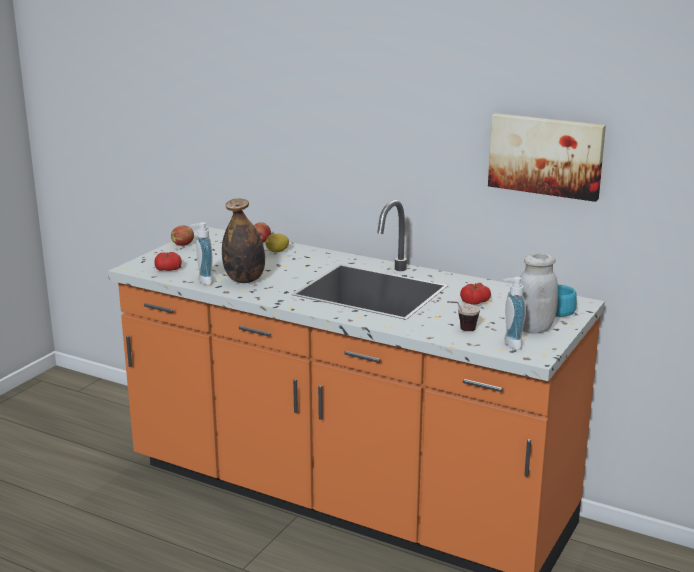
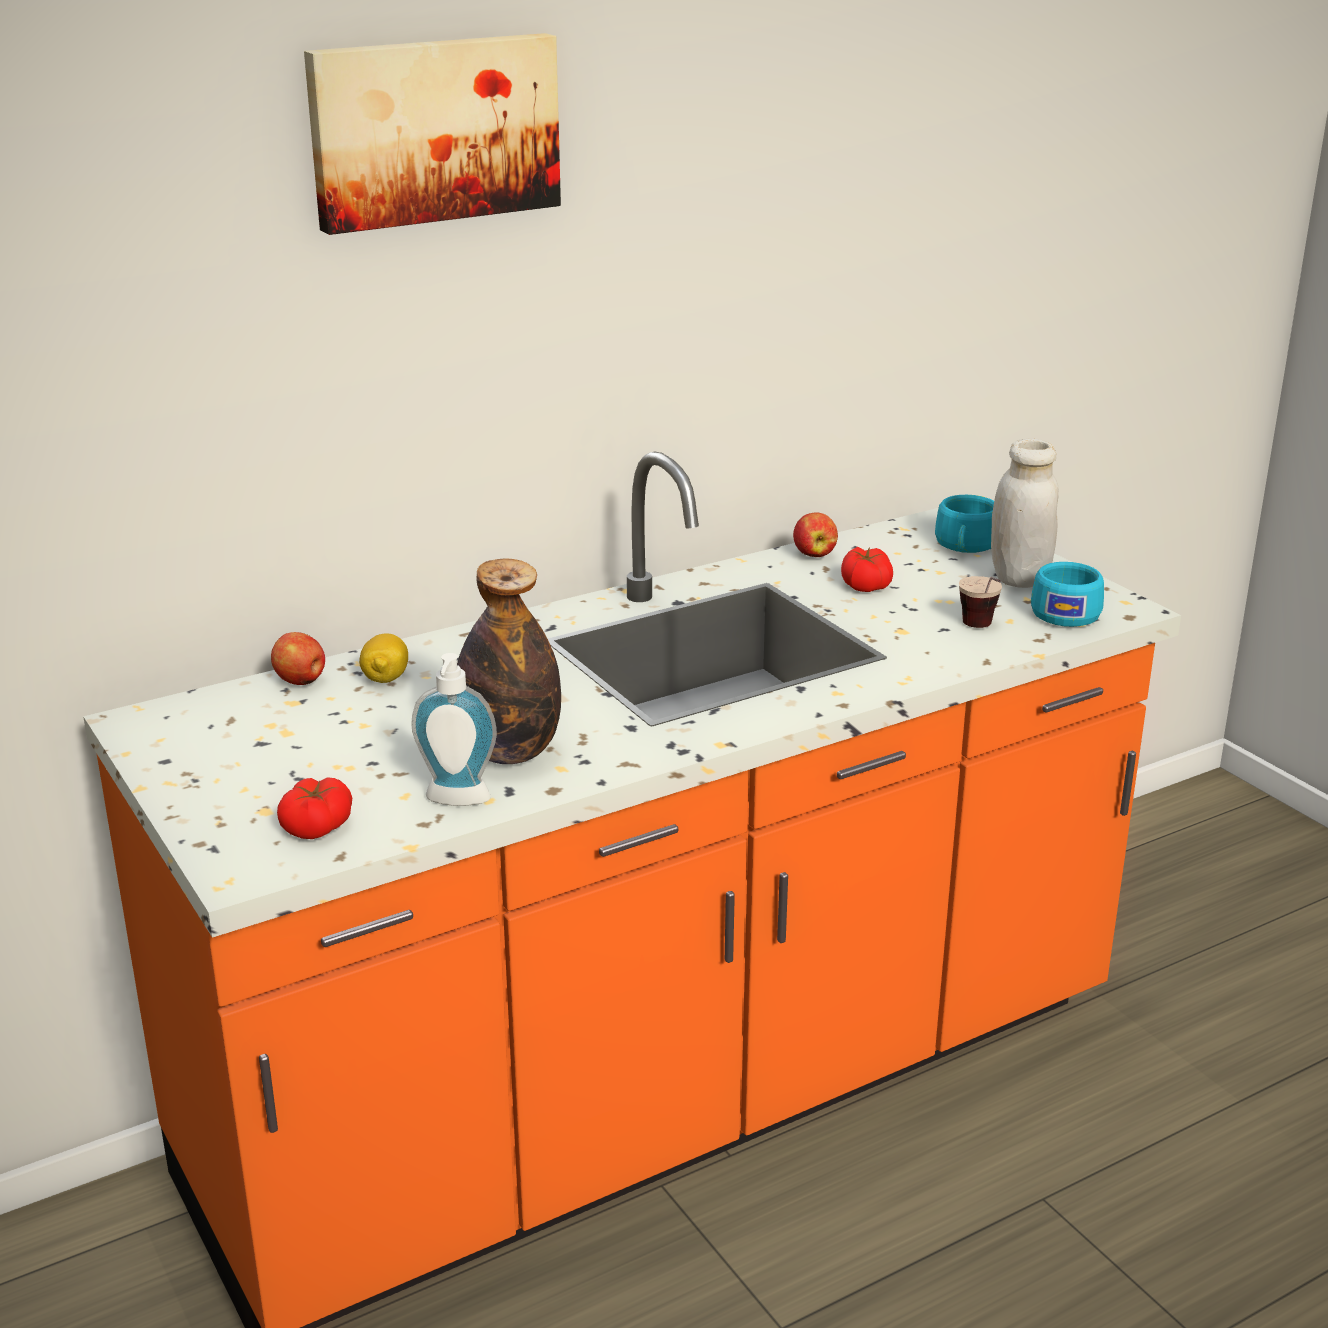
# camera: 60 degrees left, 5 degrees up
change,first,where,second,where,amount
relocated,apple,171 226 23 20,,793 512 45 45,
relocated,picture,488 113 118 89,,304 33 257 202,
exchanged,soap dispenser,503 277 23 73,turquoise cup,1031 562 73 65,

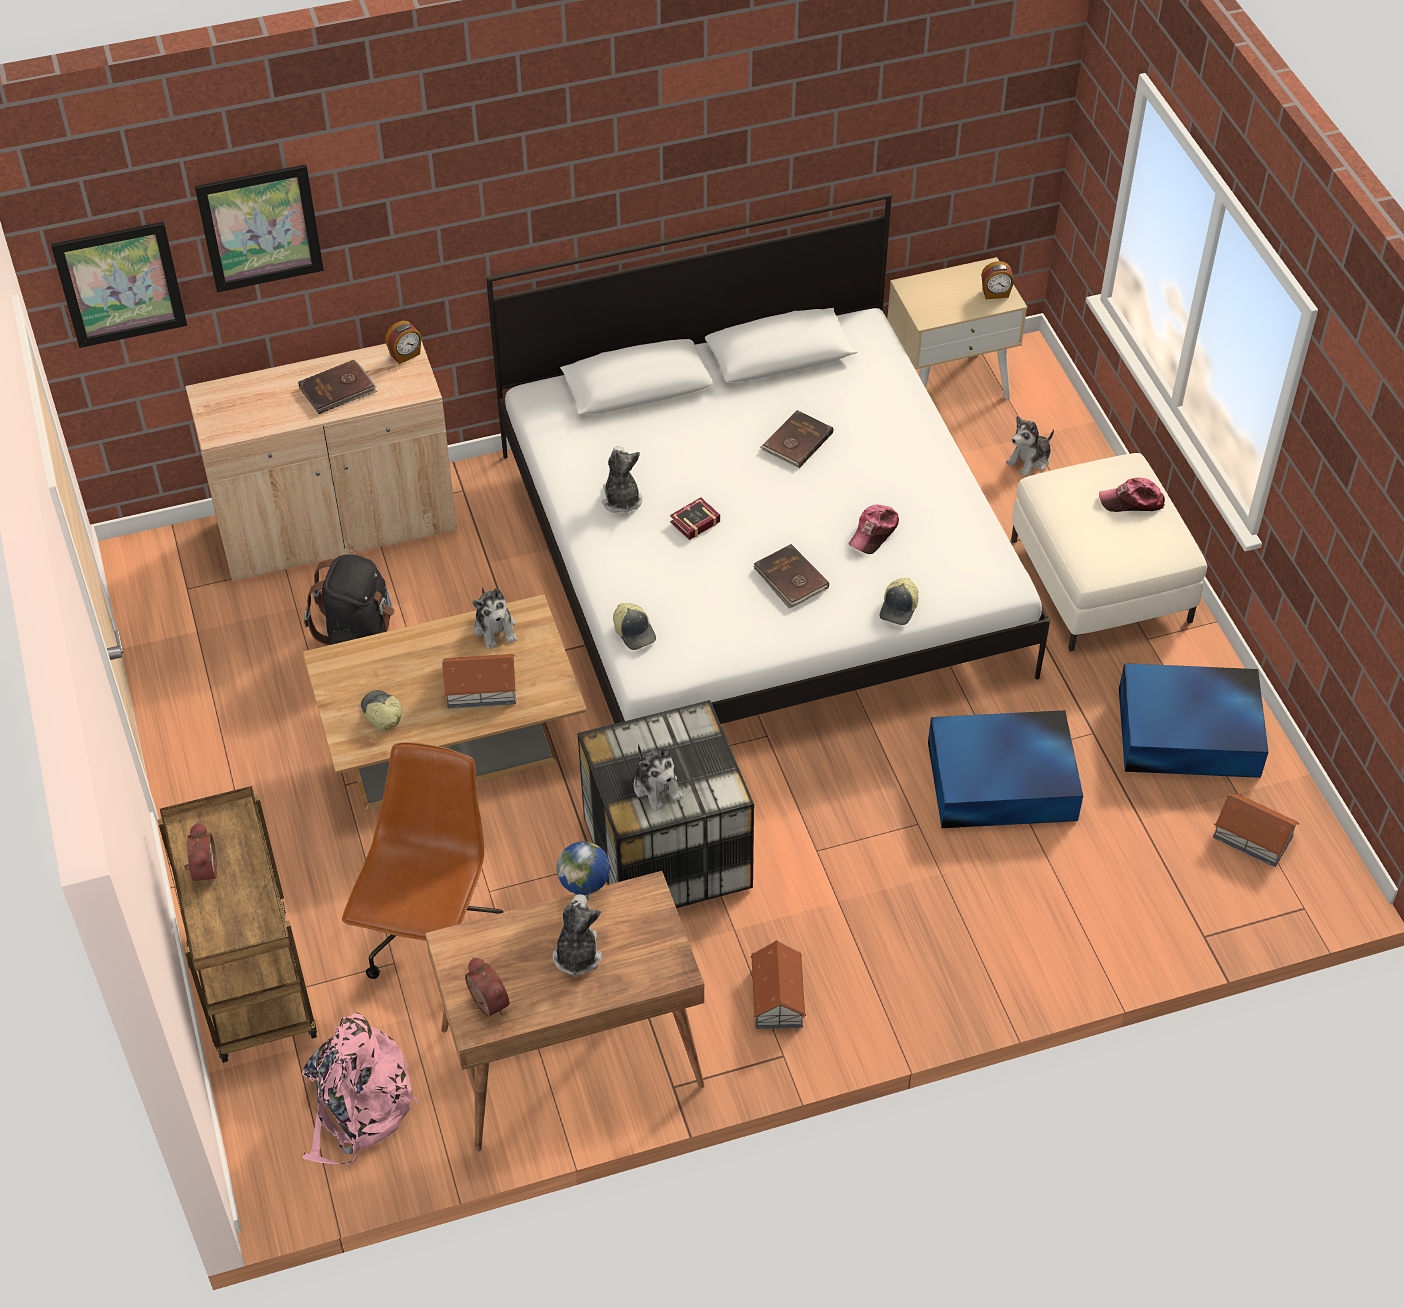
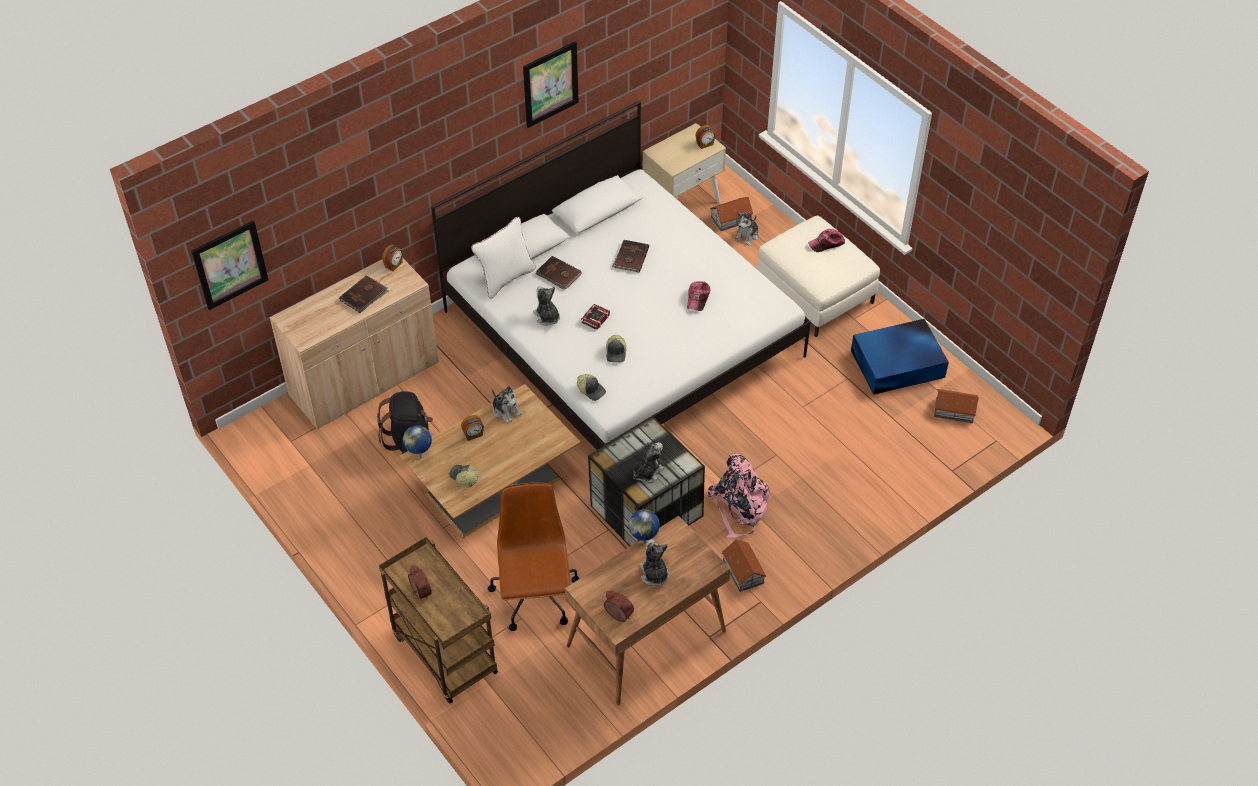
# camera: 20 degrees left, 0 degrees up
change,first,where,second,where,amount
missing,blue storage box,928 710 155 118,,,
appeared,,,globe,403 425 29 34,
appeared,,,alarm clock,461 415 23 26,
appeared,,,white pillow,471 217 65 81,
relocated,picture,195 164 129 128,,523 41 56 87,
relocated,pink backpack,302 1012 116 153,,707 454 66 84,
relocated,toy house,442 654 74 55,,710 197 43 34,
relocated,brown book,753 544 76 64,,536 256 45 34,
relocated,cap,880 578 38 47,,606 335 20 27,
spun,plush toy,633 744 50 67,,633 442 31 41,90 degrees counterclockwise

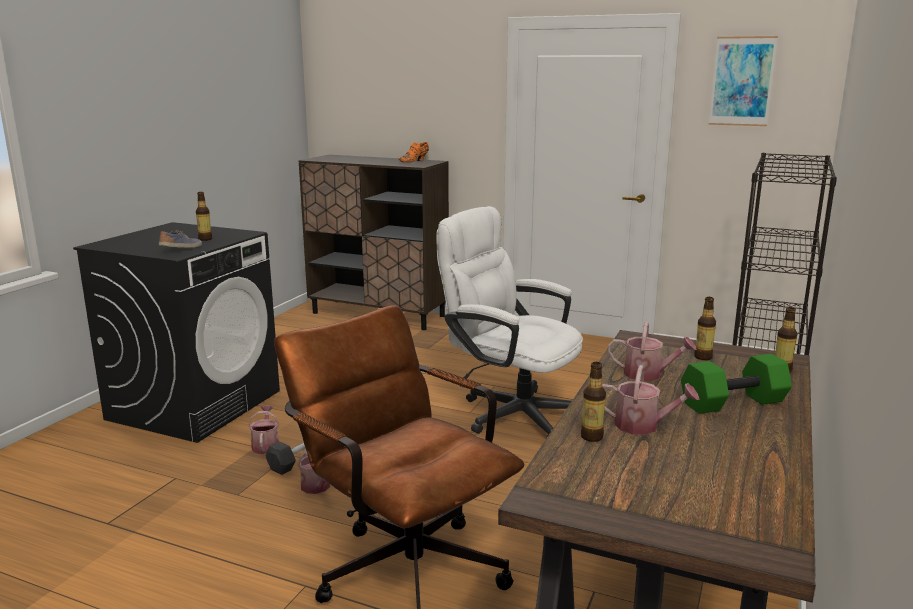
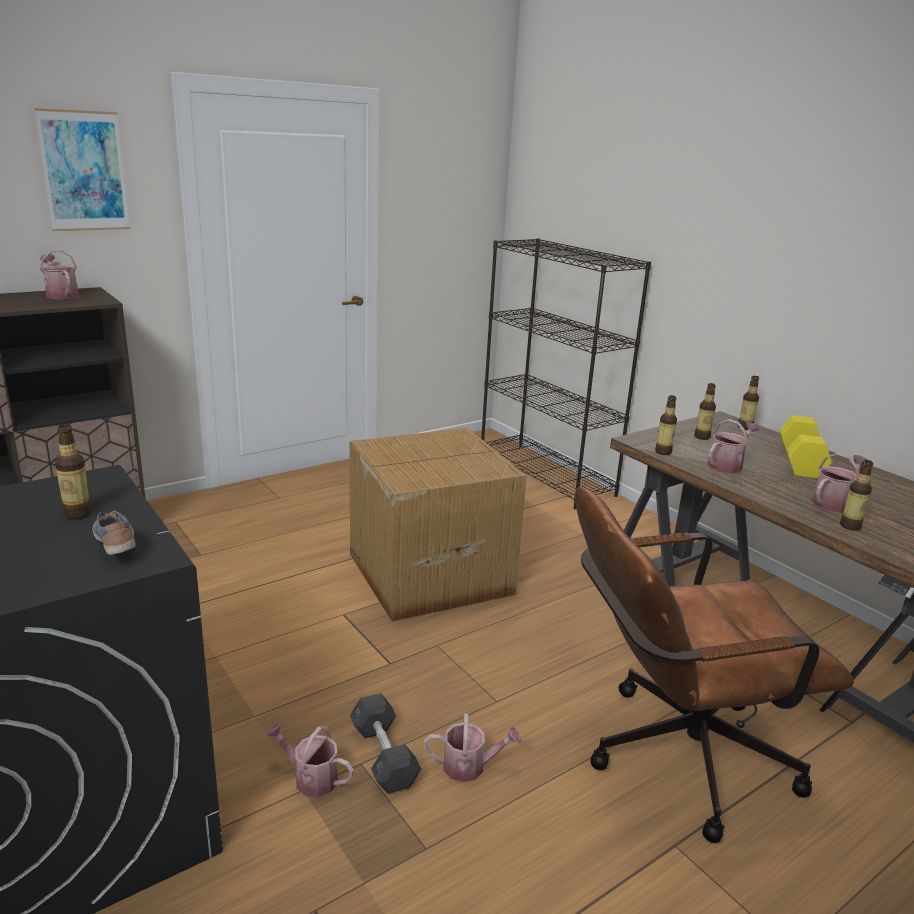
# camera: 60 degrees left, 5 degrees up
change,first,where,second,where,amount
appeared,,,bottle,655 395 22 60,
relocated,picture,709 36 69 90,,34 108 96 123,
exchanged,orange shoe,399 142 30 21,watering can,40 250 39 49,
exchanged,white office chair,436 206 147 231,cardboard box,349 428 178 194,
colour,green dumbbell,681 354 111 60,yellow dumbbell,779 415 53 63,

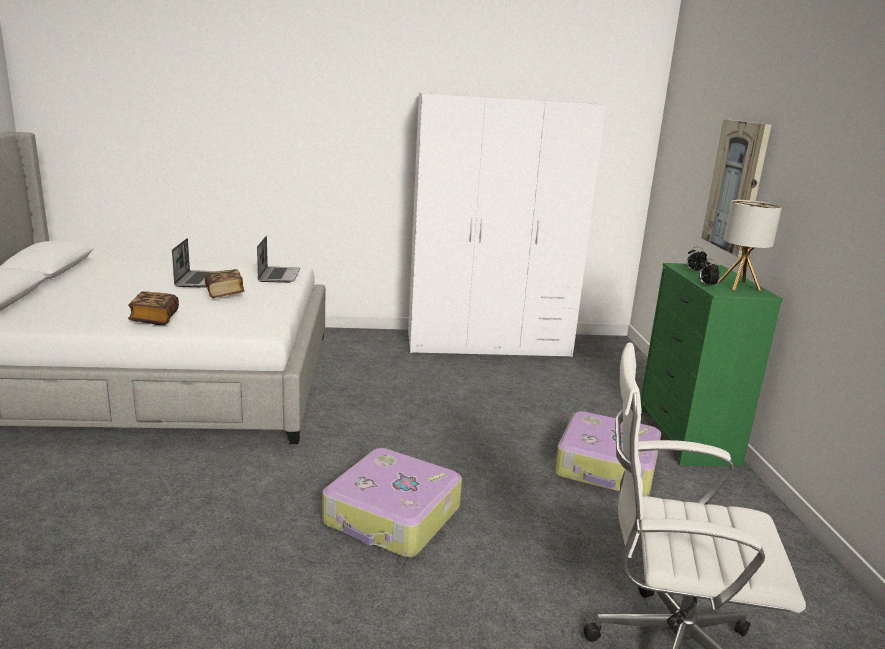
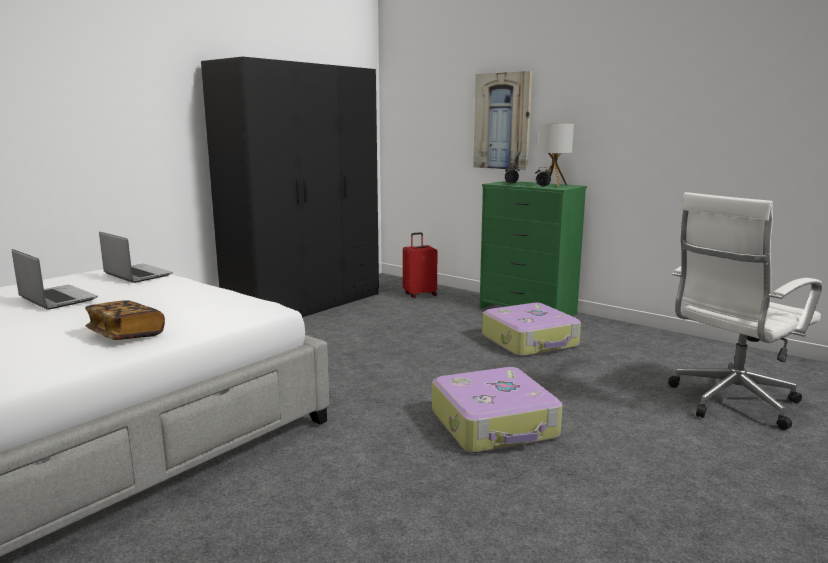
# camera: 45 degrees left, 5 degrees down
change,first,where,second,where,amount
missing,book,205 269 39 29,,,
appeared,,,red suitcase,403 232 34 66,
colour,white wardrobe,408 92 198 265,black wardrobe,201 57 178 260,

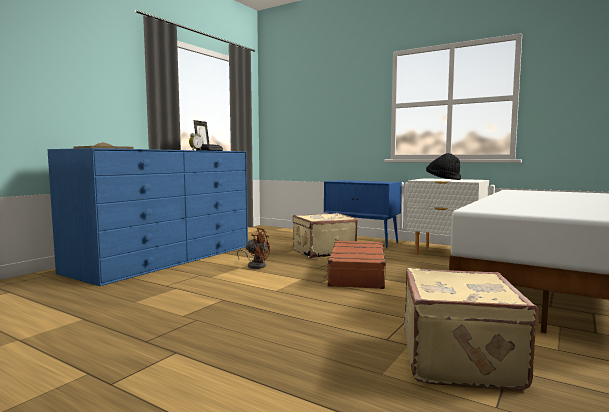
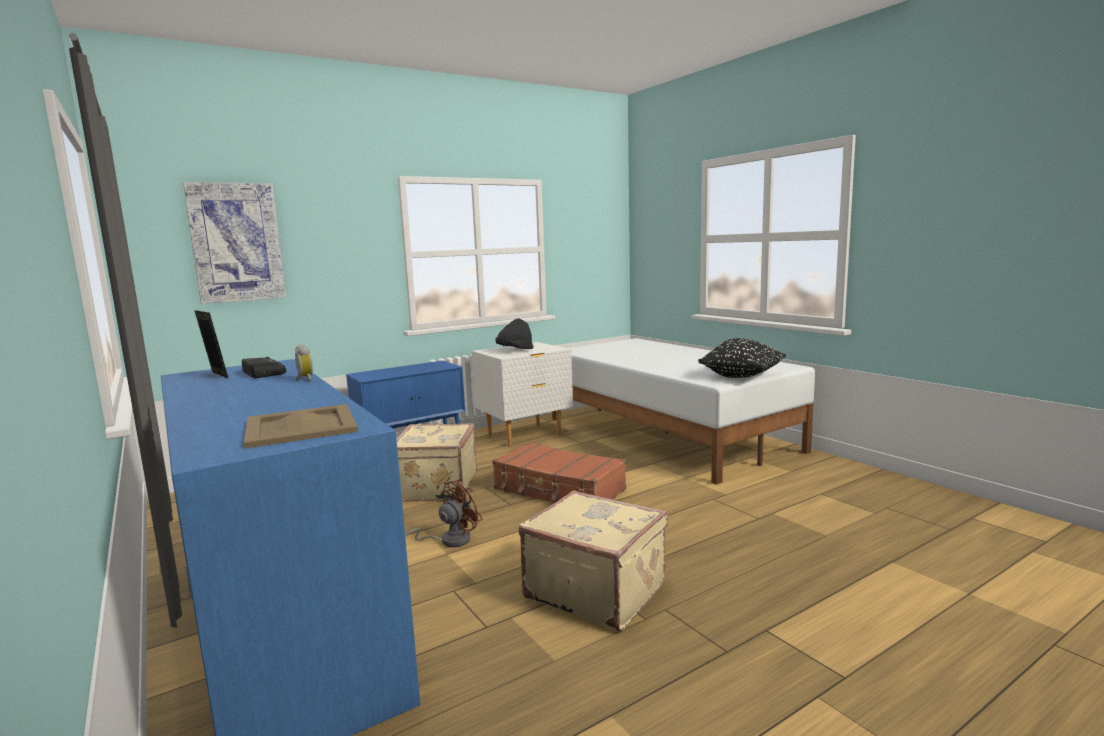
# camera: 65 degrees left, 5 degrees up
change,first,where,second,where,amount
appeared,,,picture,183 182 103 122,
appeared,,,black pillow,698 338 88 40,
relocated,beige suitcase,404 268 135 123,,519 490 149 141,

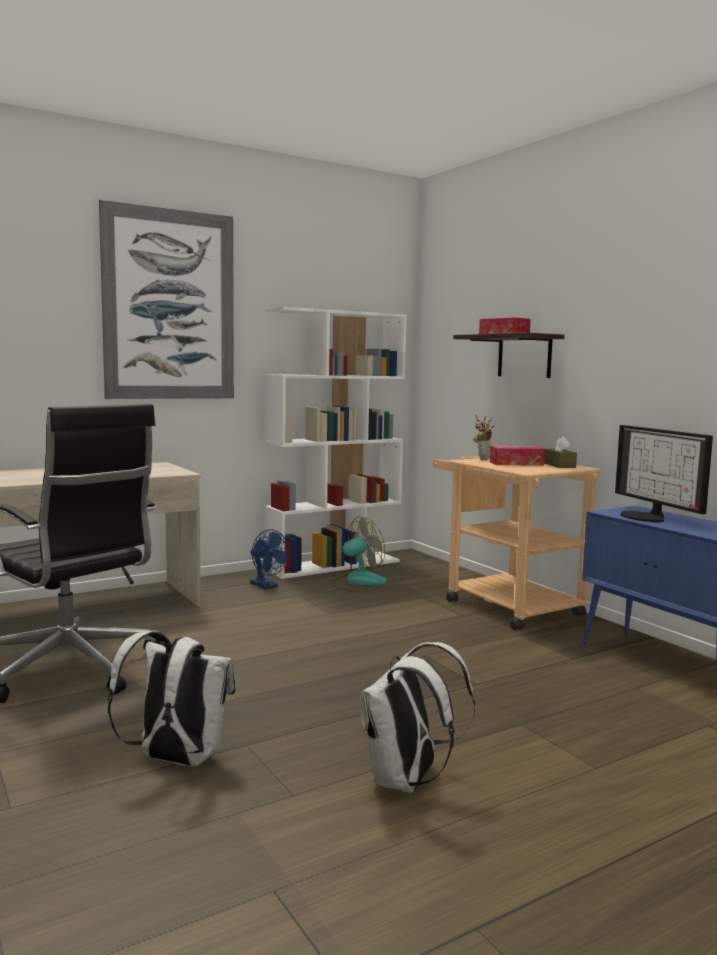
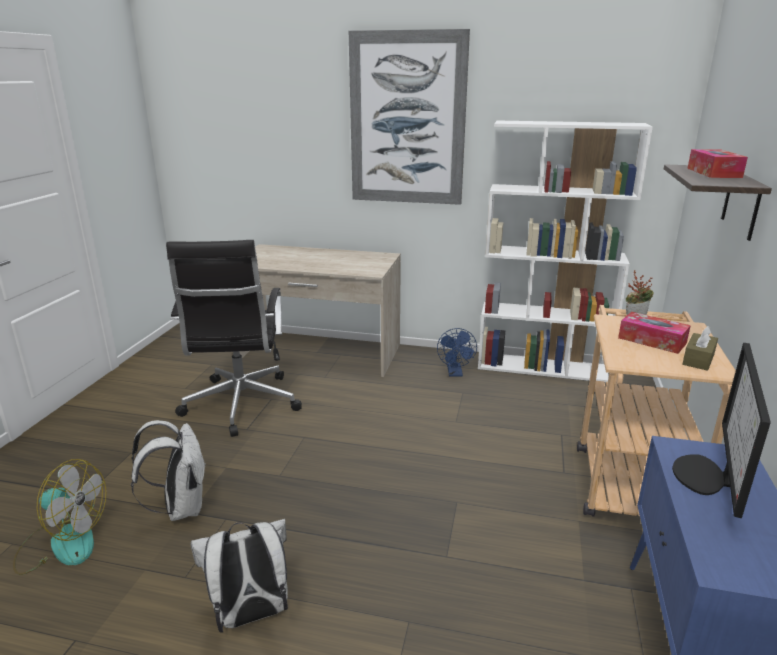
# camera: 45 degrees right, 15 degrees up
change,first,where,second,where,amount
relocated,fan,329 516 58 76,,13 459 93 116,

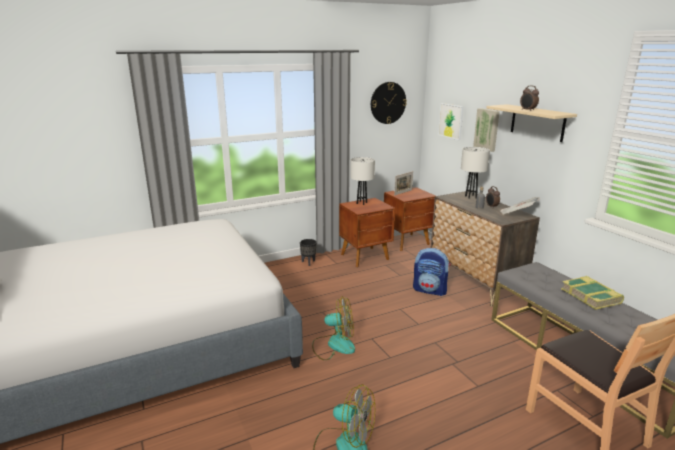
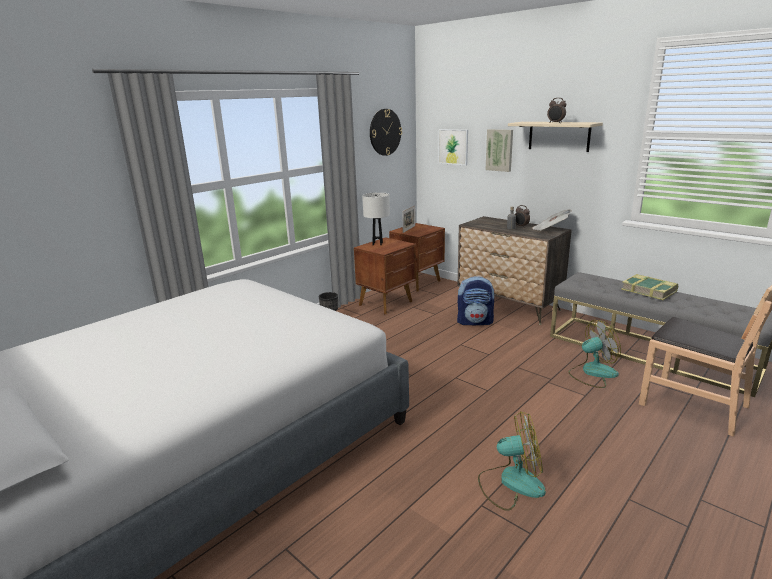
# camera: 20 degrees left, 0 degrees up
change,first,where,second,where,amount
missing,white table lamp,461 147 29 52,,,
relocated,fan,312 296 43 64,,568 320 53 68,

